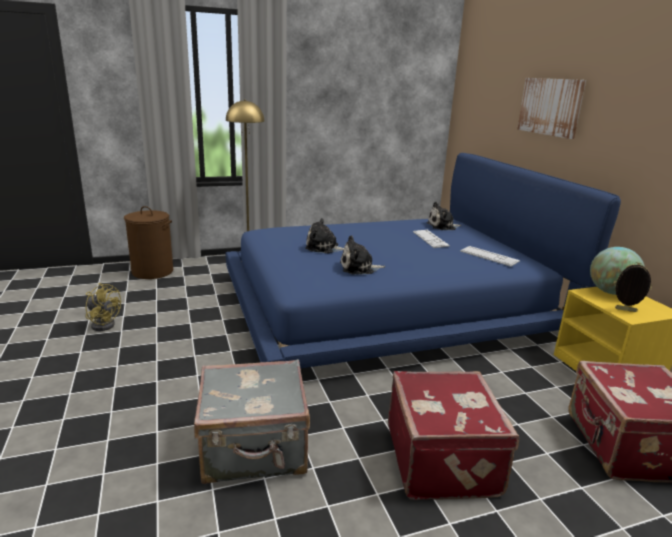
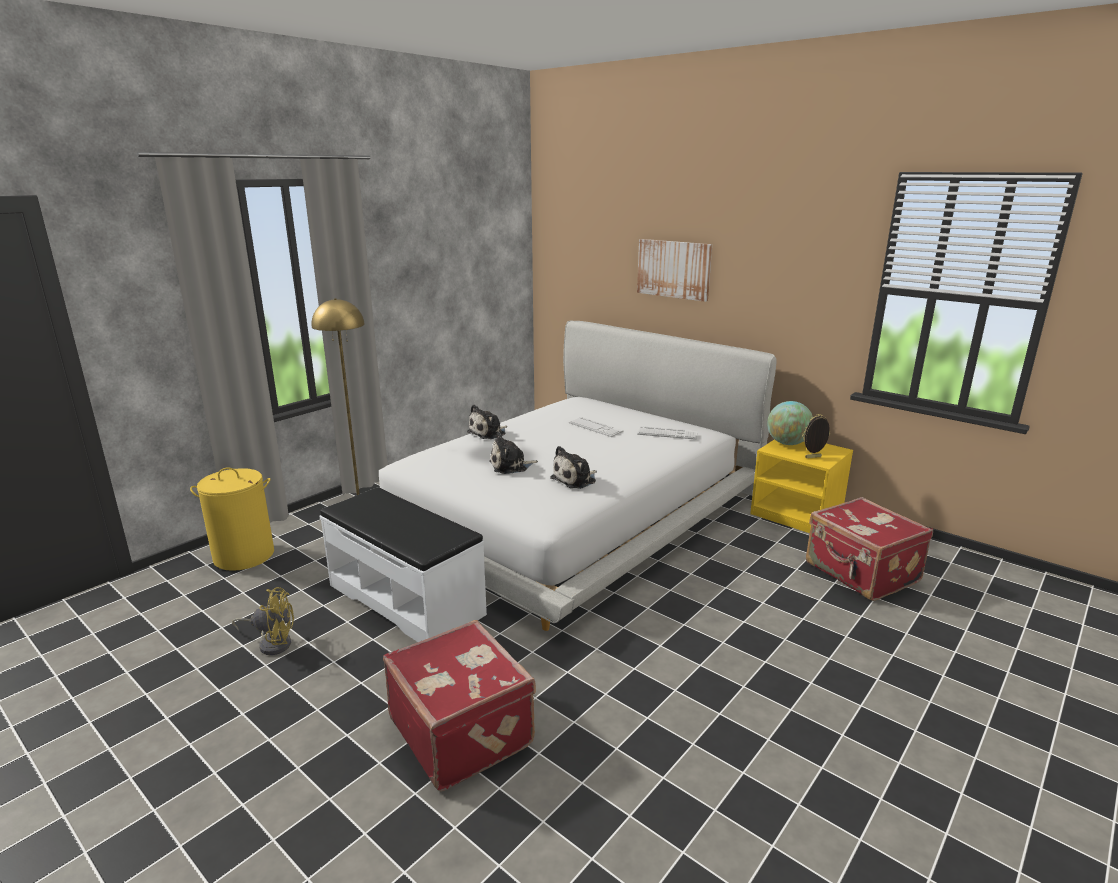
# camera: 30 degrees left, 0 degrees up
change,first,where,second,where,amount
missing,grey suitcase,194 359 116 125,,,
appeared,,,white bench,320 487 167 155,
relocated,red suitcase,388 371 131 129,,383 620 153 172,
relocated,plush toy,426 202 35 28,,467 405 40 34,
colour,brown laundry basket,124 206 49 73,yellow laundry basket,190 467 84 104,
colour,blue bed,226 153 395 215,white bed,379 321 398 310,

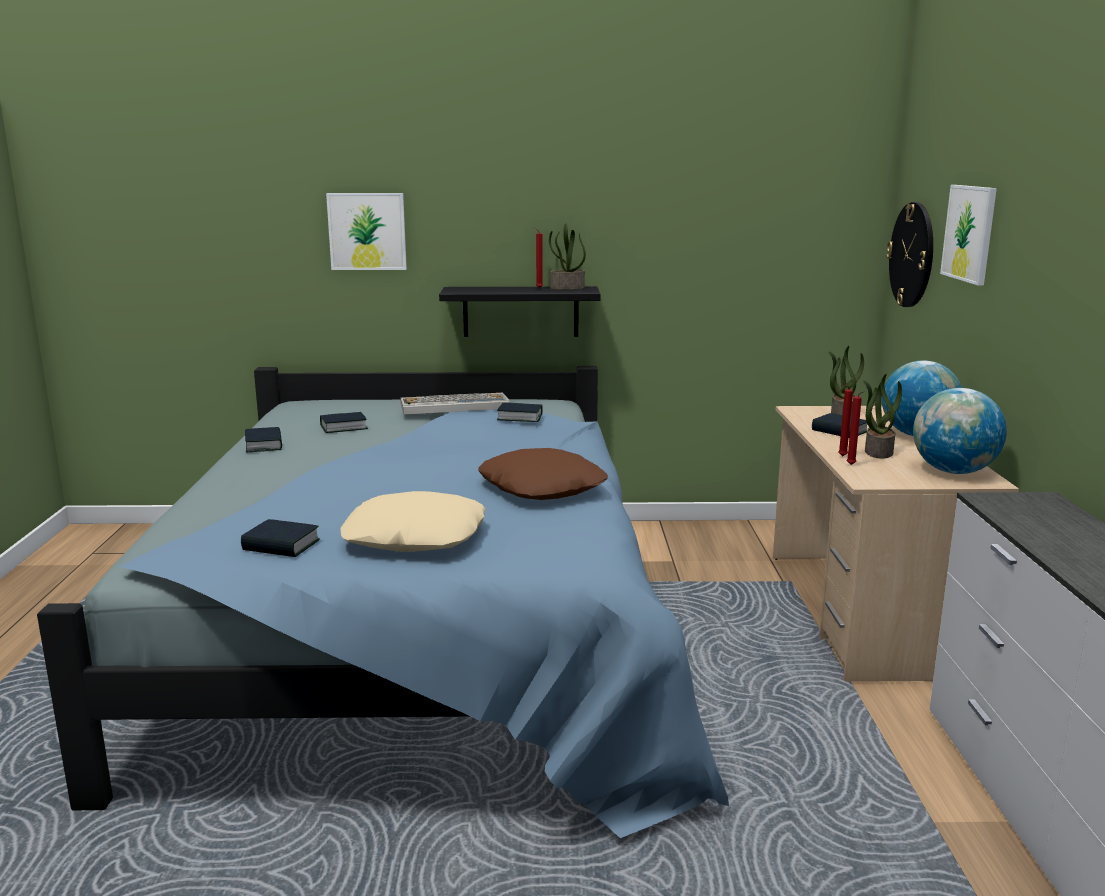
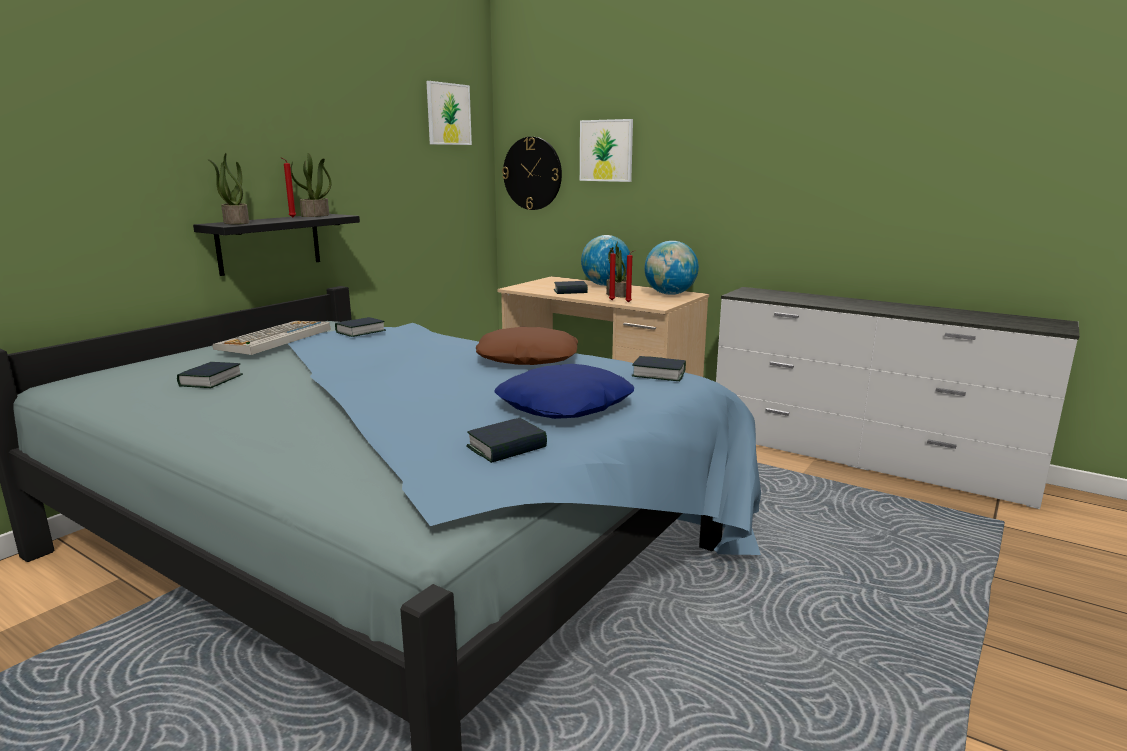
# camera: 55 degrees left, 0 degrees up
change,first,where,second,where,amount
relocated,book,245 427 37 25,,632 356 54 25,
relocated,picture,326 193 81 77,,426 81 46 64,
relocated,potted plant,828 346 36 71,,208 153 41 71,
colour,beige pillow,340 491 145 61,blue pillow,494 364 140 55,

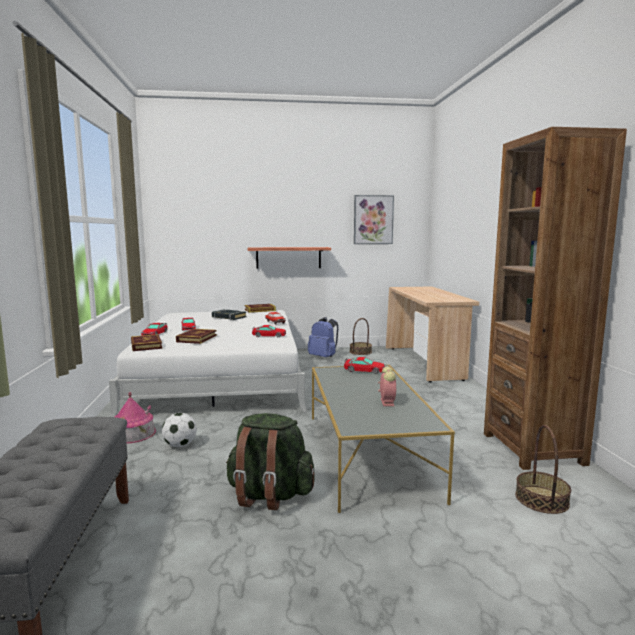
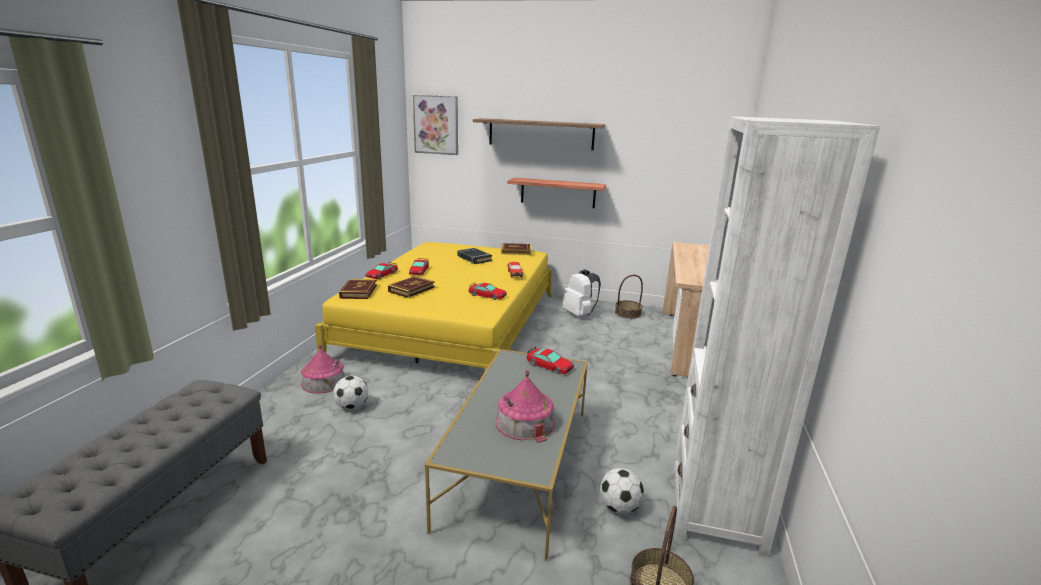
# camera: 20 degrees right, 10 degrees up
change,first,where,second,where,amount
missing,green backpack,226 413 89 97,,,
appeared,,,shelf,473 118 132 32,
appeared,,,football,600 468 44 46,
relocated,picture,354 195 40 49,,413 95 45 60,
exchanged,alarm clock,378 367 18 39,toy house,496 370 59 73,
colour,white bed,109 310 198 107,yellow bed,315 242 237 126,
colour,blue backpack,308 317 30 40,white backpack,563 269 38 48,
colour,brown bookcase,484 127 143 343,white bookcase,673 116 207 441,

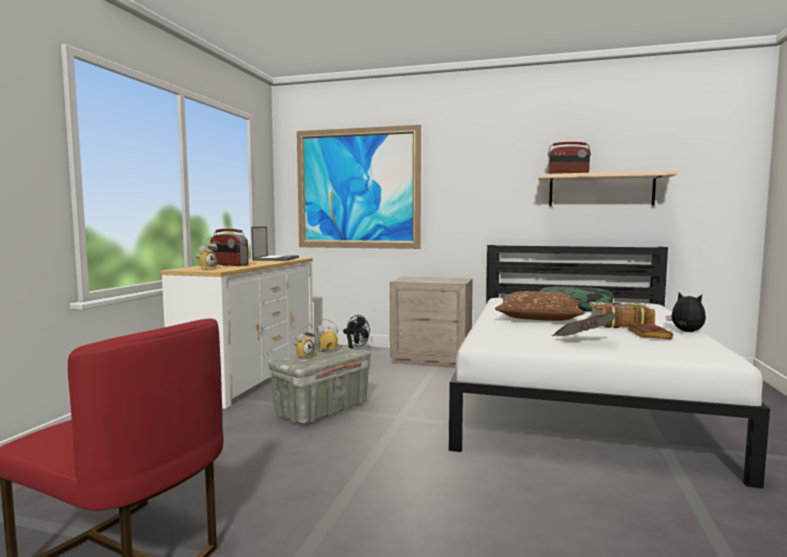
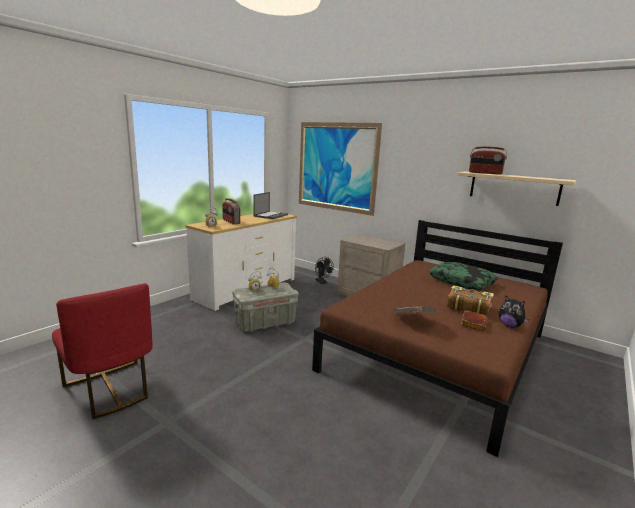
# camera: 20 degrees right, 10 degrees up
change,first,where,second,where,amount
missing,brown pillow,495 291 90 30,,,
colour,white bed,449 245 321 243,brown bed,312 220 251 237,
spun,plush toy,666 293 40 39,,499 296 30 31,150 degrees clockwise

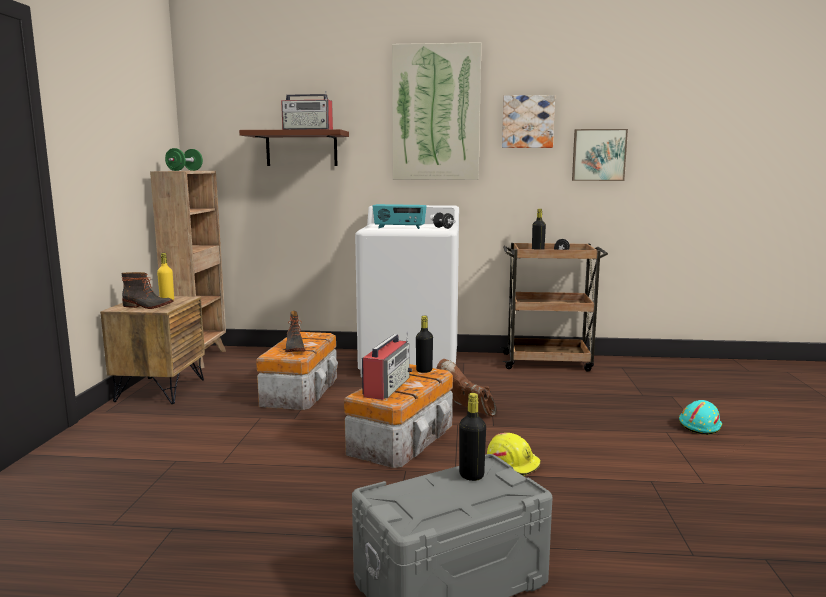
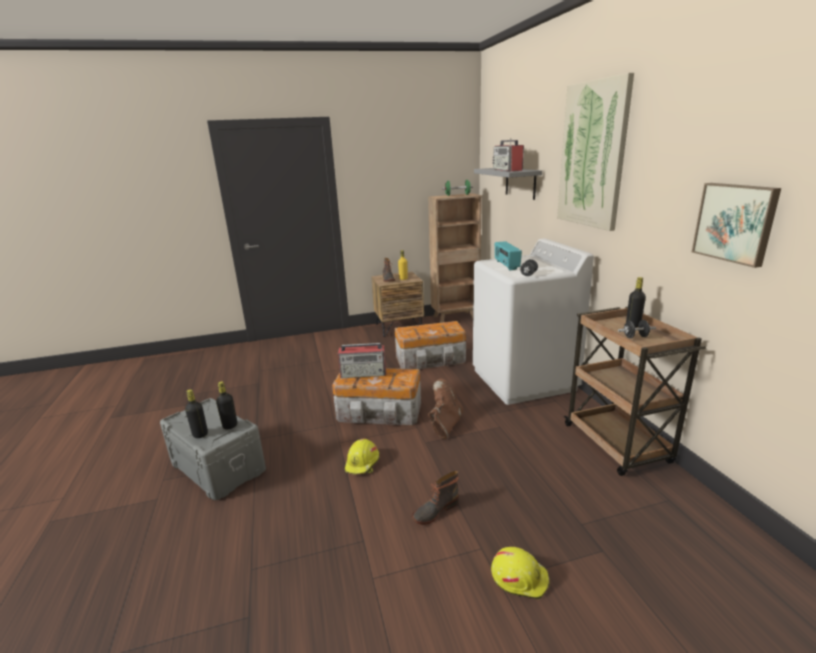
# camera: 70 degrees right, 10 degrees up
change,first,where,second,where,amount
missing,picture,502 95 53 53,,,
relocated,boot,285 311 20 41,,412 471 47 54,
relocated,black bottle,416 316 17 57,,185 389 23 49,
colour,brown shelf,239 129 110 37,grey shelf,474 168 68 32,
colour,turquoise hard hat,679 400 43 35,yellow hard hat,491 547 59 52,

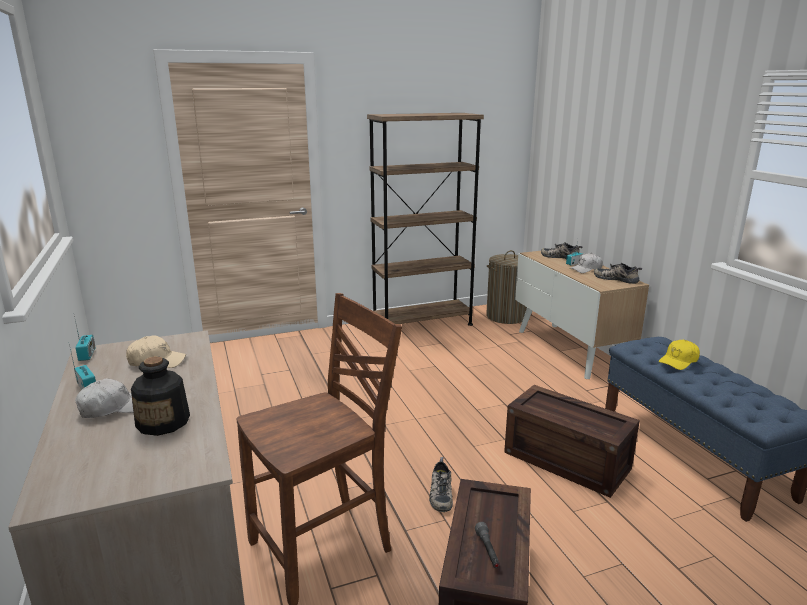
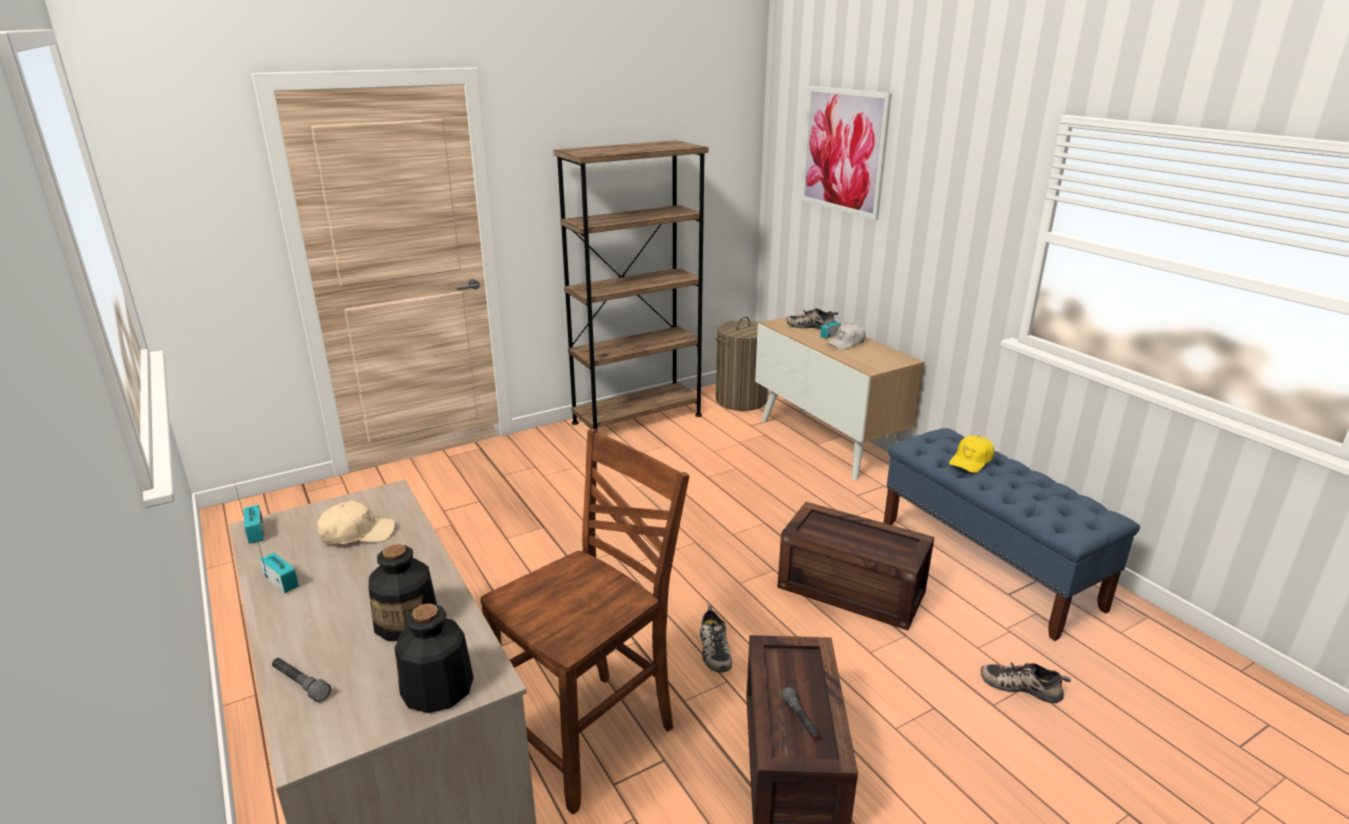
# camera: 10 degrees left, 5 degrees up
change,first,where,second,where,amount
missing,white cap,75 378 59 40,,,
appeared,,,grey flashlight,272 658 59 44,
appeared,,,bottle,395 604 79 109,
appeared,,,picture,801 86 91 134,
relocated,shoe,594 263 49 21,,981 662 90 42,

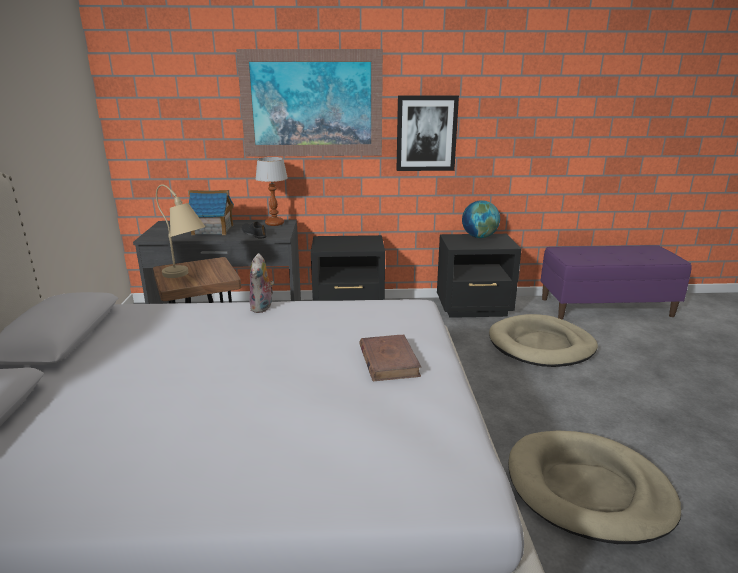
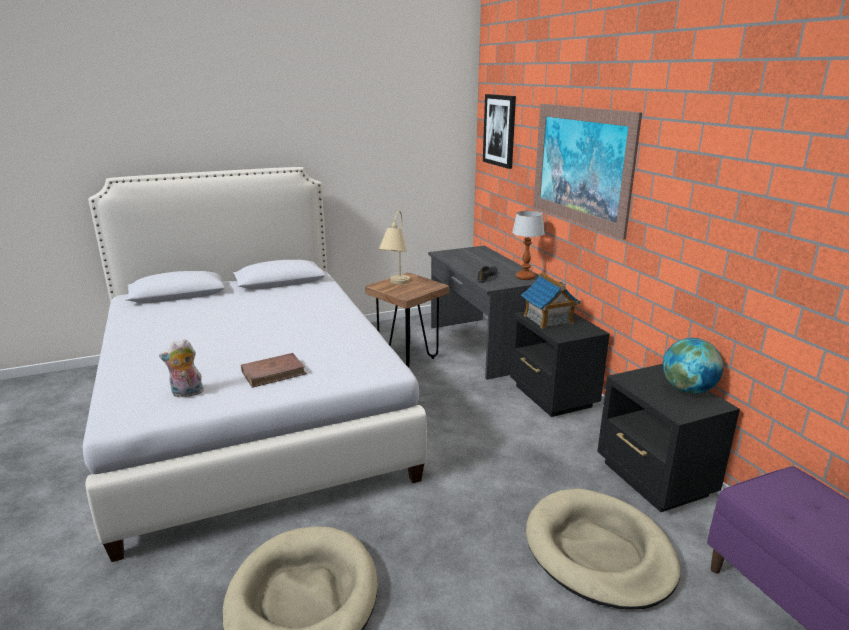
# camera: 70 degrees right, 0 degrees up
change,first,where,second,where,amount
relocated,toy house,188 190 46 45,,521 273 60 56,
relocated,plush toy,250 253 24 60,,159 339 45 59,
relocated,picture,397 95 62 76,,483 94 33 75,

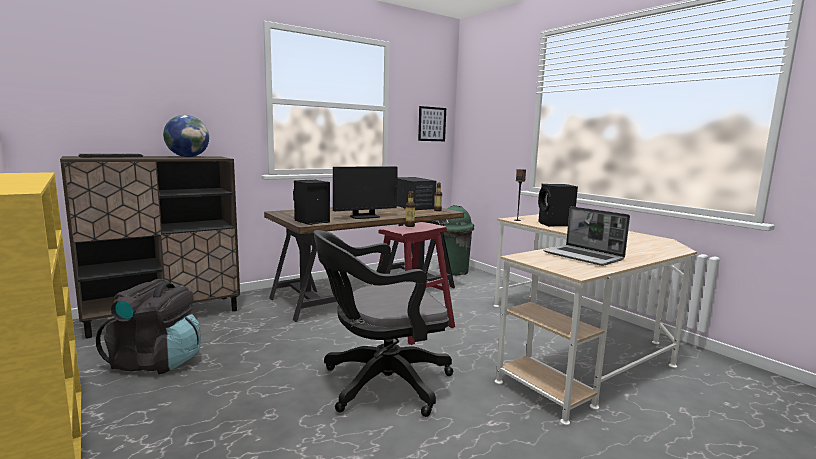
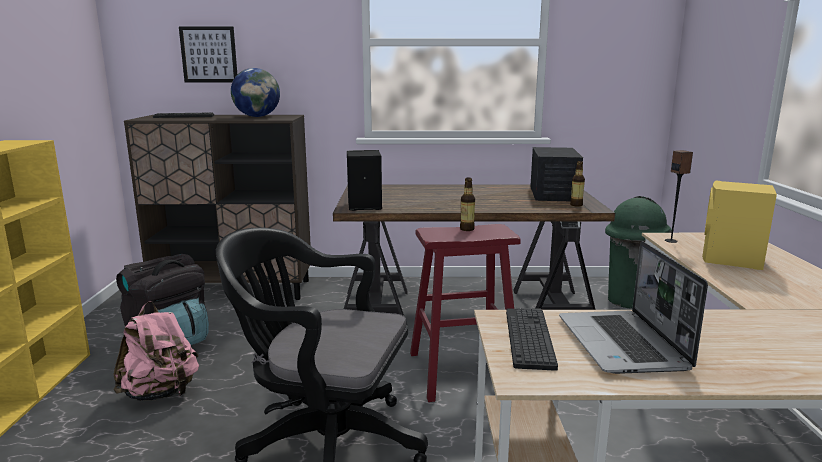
# camera: 35 degrees right, 5 degrees up
change,first,where,second,where,amount
missing,monitor,333 166 65 53,,,
appeared,,,pink backpack,113 301 86 100,
appeared,,,keyboard,506 308 52 63,
relocated,picture,418 106 28 35,,179 27 58 56,
colour,black speaker,538 184 40 43,yellow speaker,702 181 75 89,

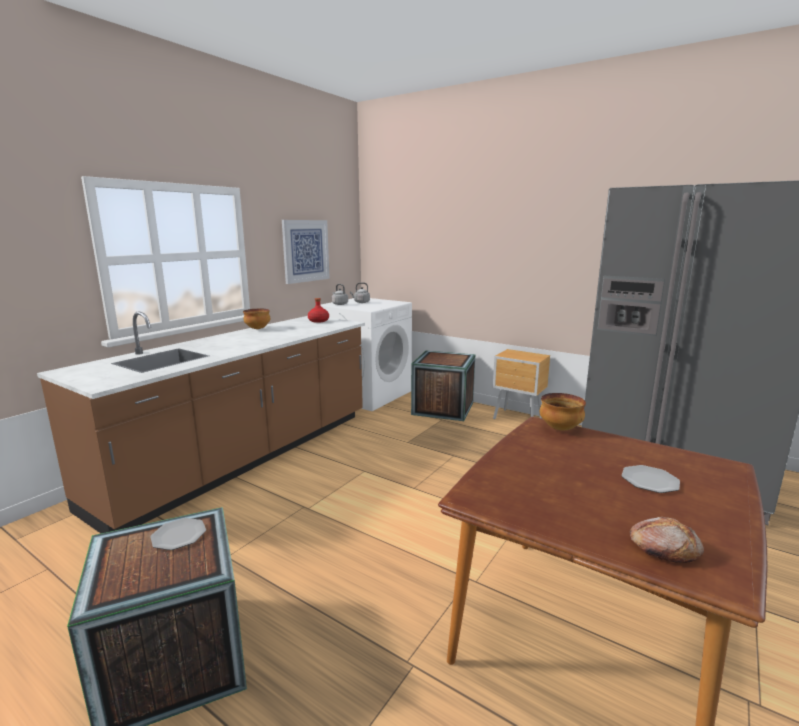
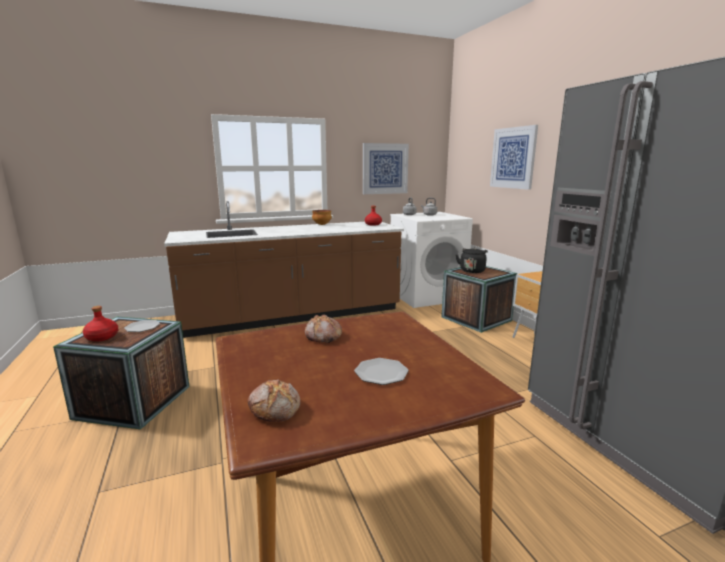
# camera: 35 degrees right, 0 degrees up
change,first,where,second,where,amount
missing,bowl,540 393 46 38,,,
appeared,,,red bottle,83 306 35 36,
appeared,,,bread,305 314 37 29,
appeared,,,black kettle,456 248 32 25,
appeared,,,picture,490 125 48 65,

